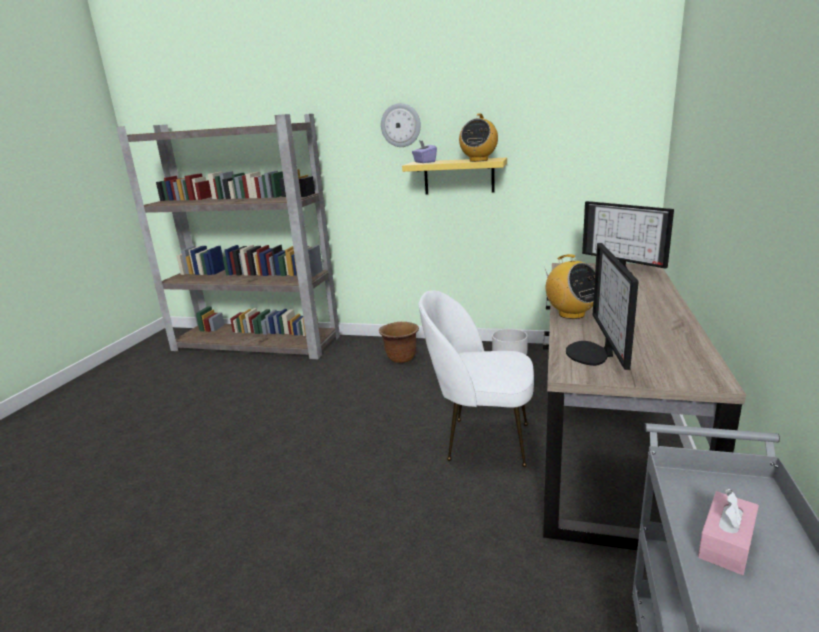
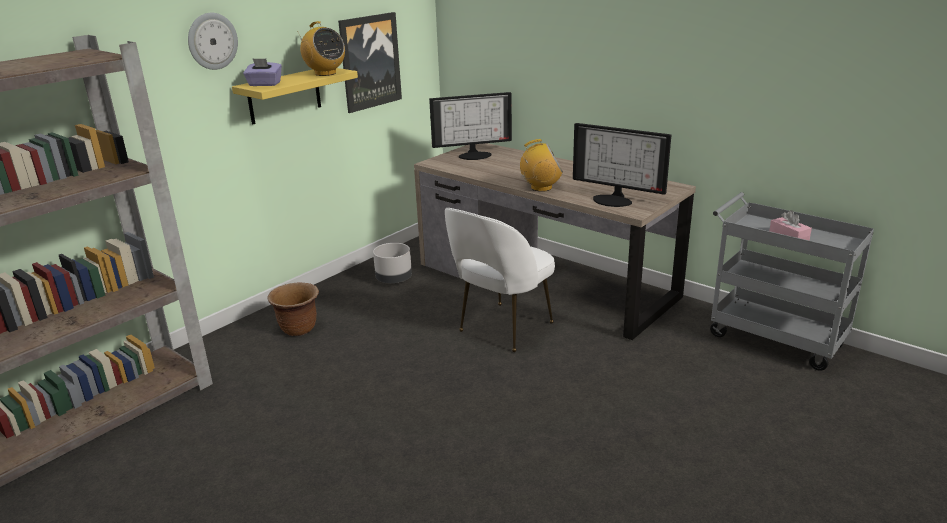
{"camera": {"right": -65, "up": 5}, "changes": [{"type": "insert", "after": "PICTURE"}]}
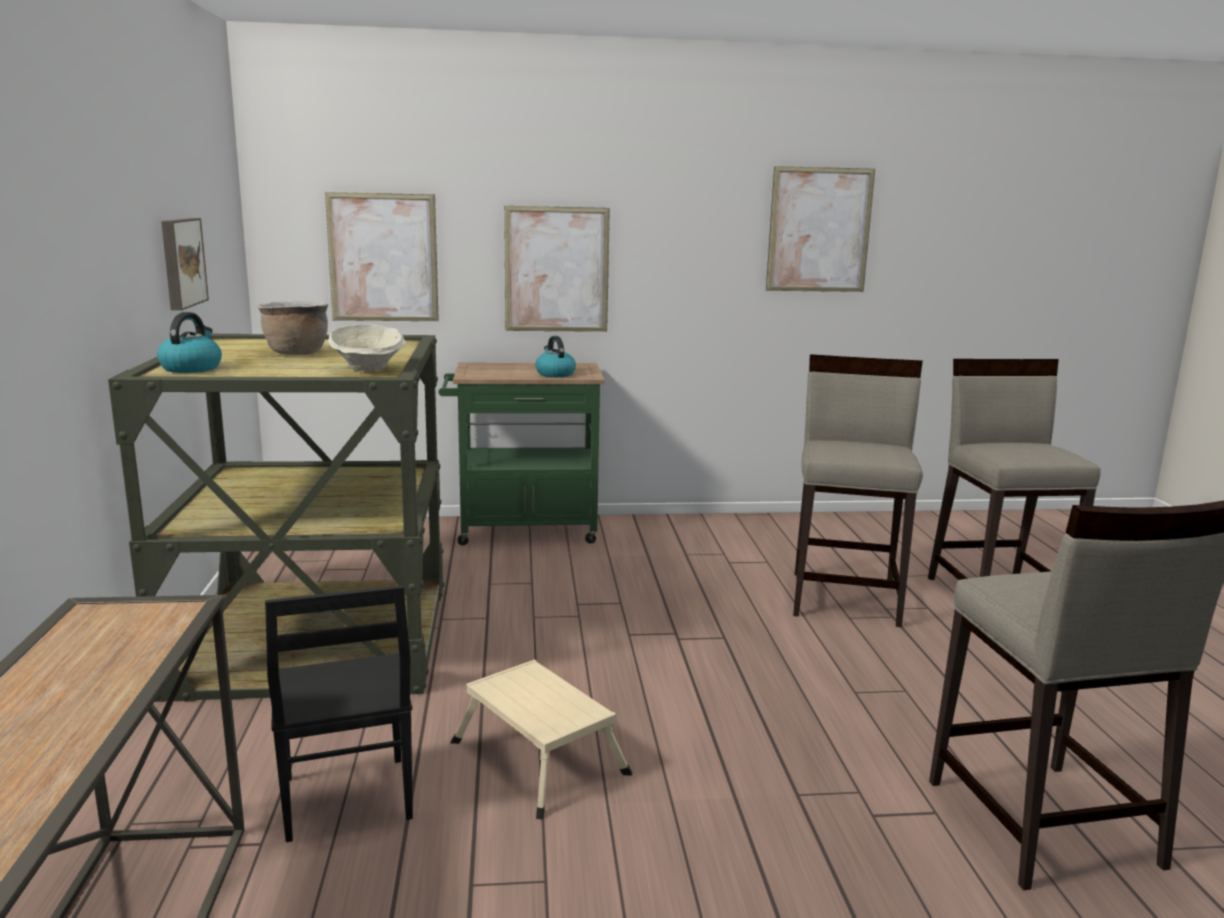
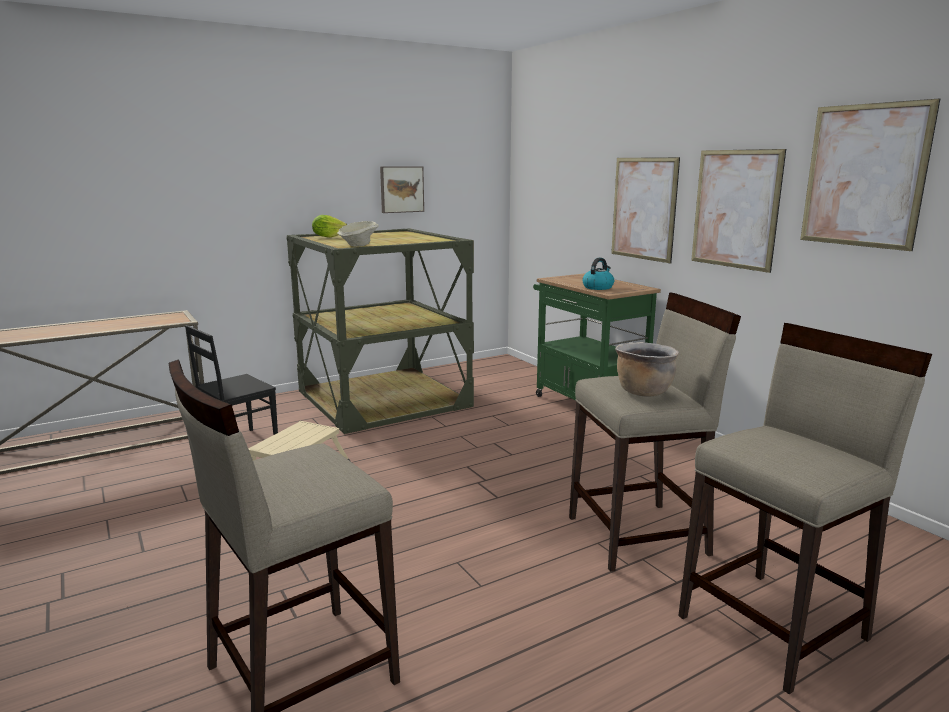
{"camera": {"right": 65, "up": 0}, "changes": [{"type": "move", "before": "PICTURE (2nd from left in the first image)", "after": "PICTURE (3rd from left)"}, {"type": "move", "before": "BROWN COOKING POT"}, {"type": "replace", "before": "KETTLE (1st from left)", "after": "LETTUCE"}]}
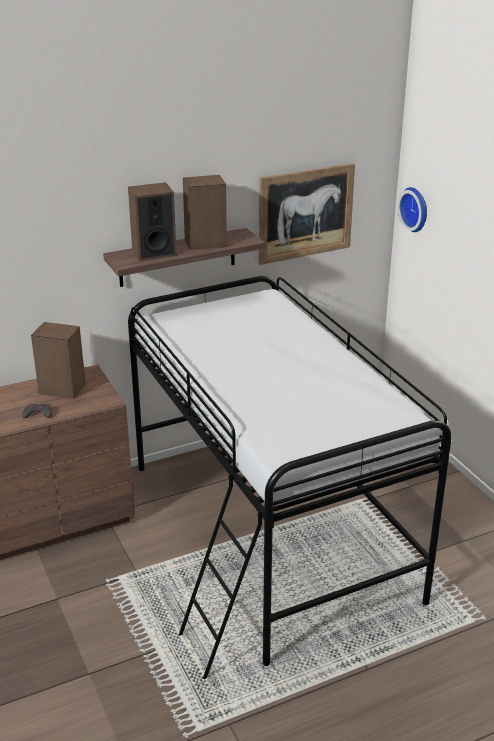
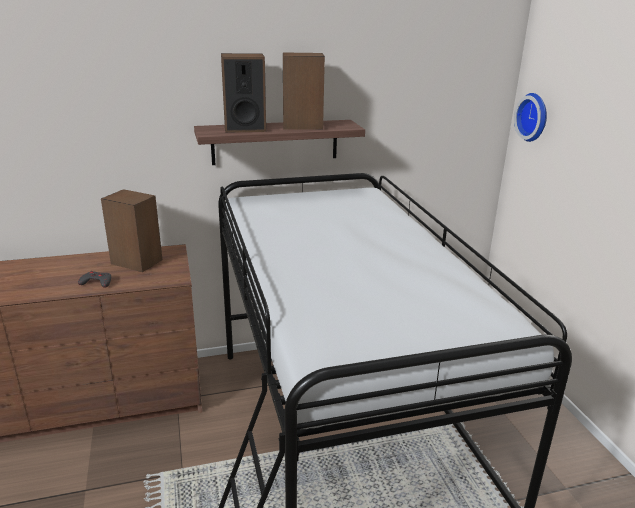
{"camera": {"right": 10, "up": -5}, "changes": [{"type": "delete", "before": "PICTURE"}]}
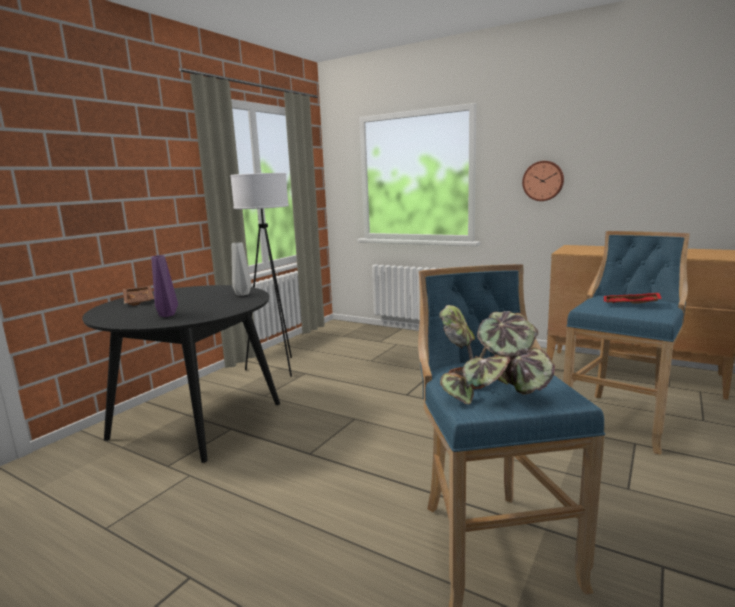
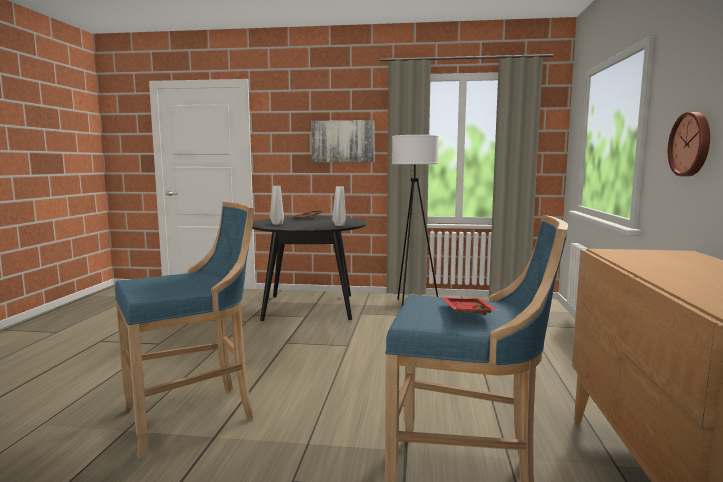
{"camera": {"right": 65, "up": -5}, "changes": [{"type": "recolor", "before": "PURPLE VASE", "after": "GREY VASE (1st from left)"}, {"type": "delete", "before": "POTTED PLANT"}, {"type": "insert", "after": "PICTURE"}]}
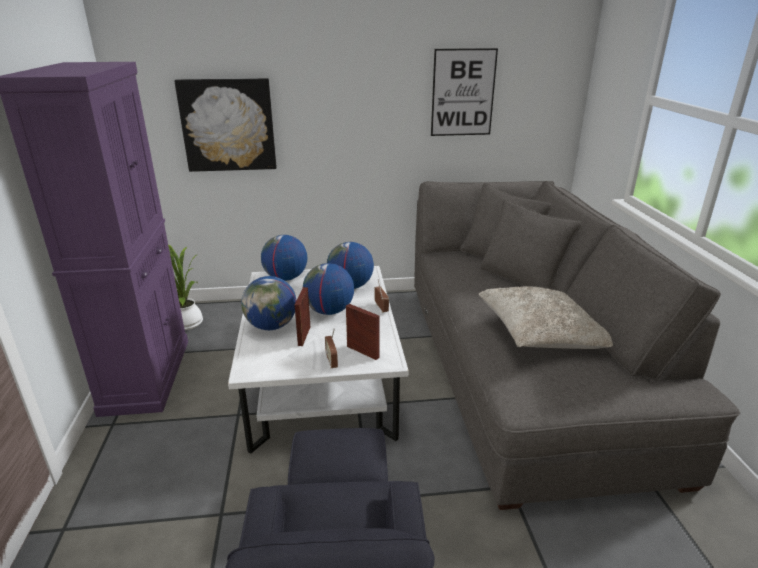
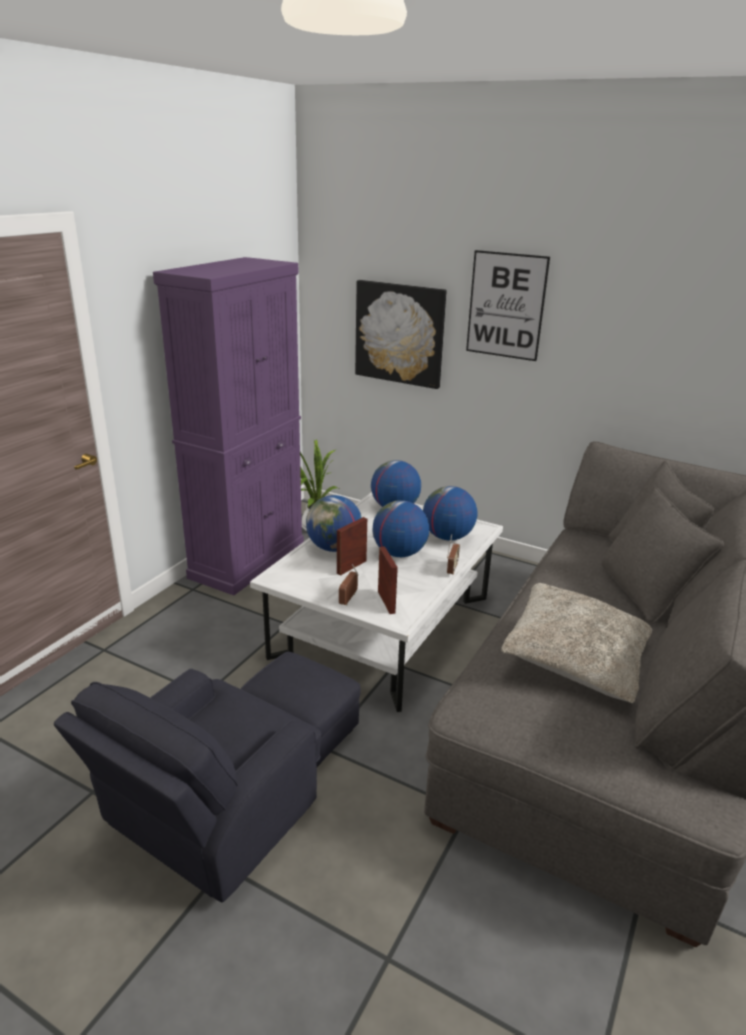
{"camera": {"right": 35, "up": 0}, "changes": [{"type": "move", "before": "PICTURE (2nd from left)"}]}
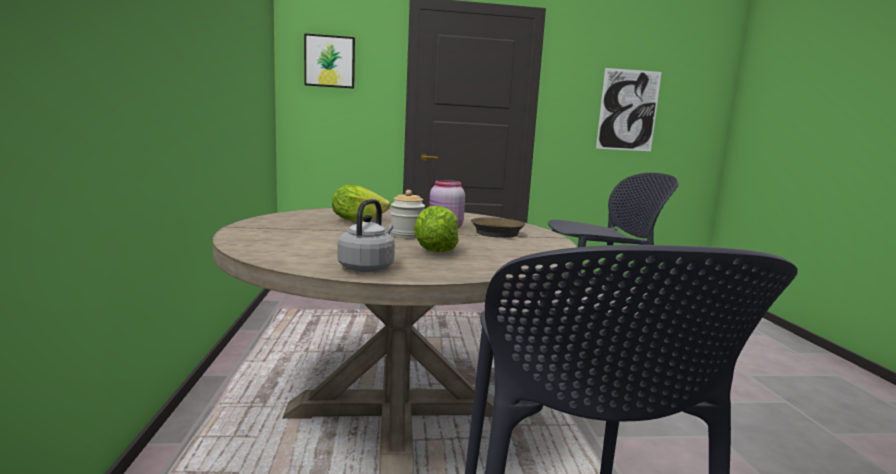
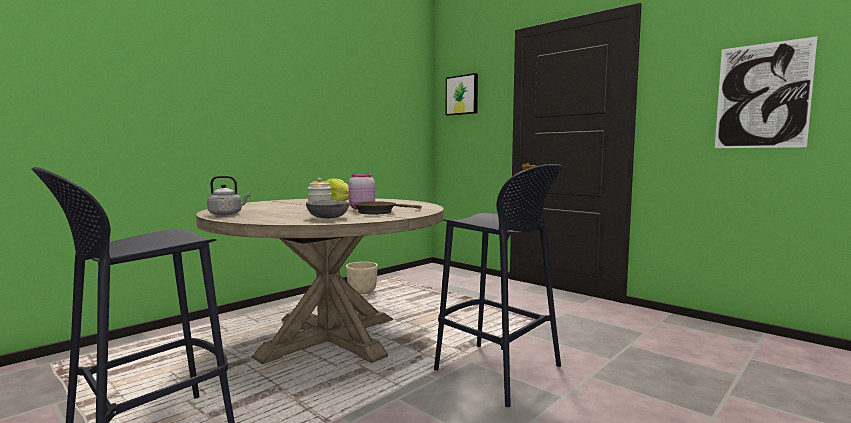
{"camera": {"right": 50, "up": -5}, "changes": [{"type": "delete", "before": "LETTUCE (2nd from left)"}, {"type": "insert", "after": "GREY BOWL"}, {"type": "insert", "after": "BEIGE PLANTER"}]}
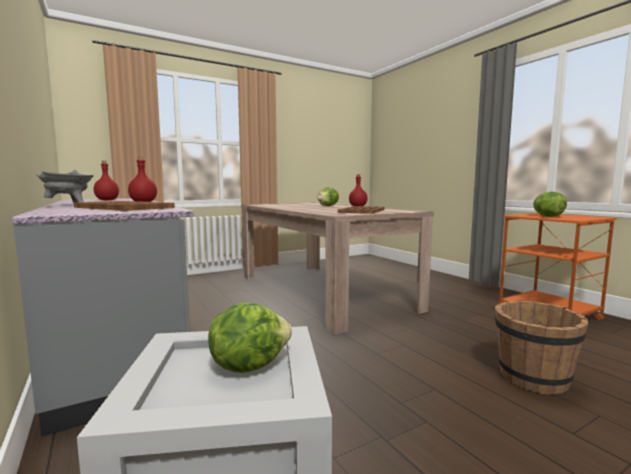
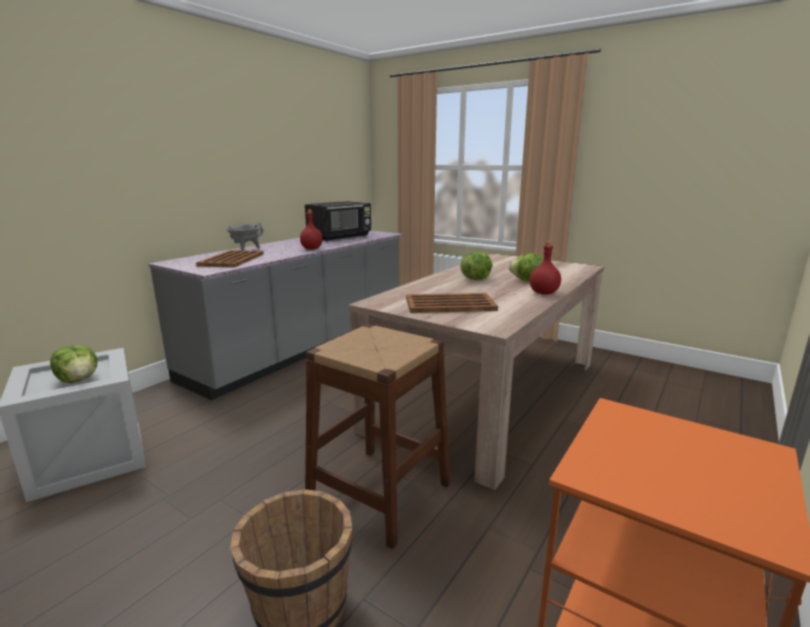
{"camera": {"right": 65, "up": 10}, "changes": [{"type": "replace", "before": "RED BOTTLE (1st from left)", "after": "BLACK MICROWAVE"}, {"type": "move", "before": "LETTUCE (3rd from left in the first image)", "after": "LETTUCE (2nd from left)"}, {"type": "insert", "after": "BROWN STOOL"}]}
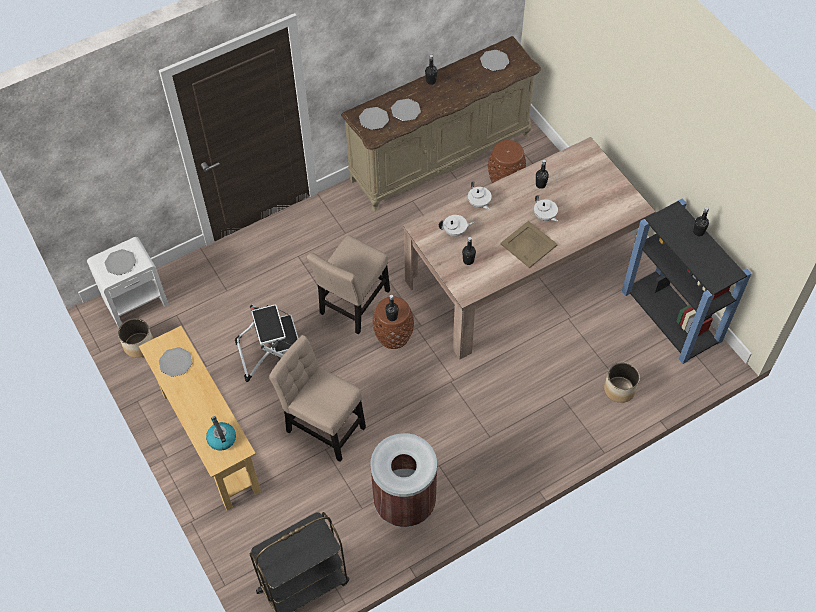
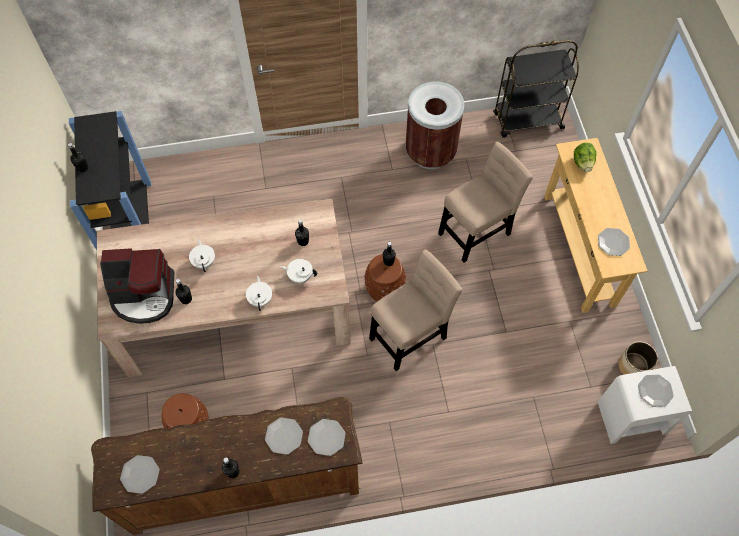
{"camera": {"right": -160, "up": 5}, "changes": [{"type": "delete", "before": "BEIGE TRAY"}, {"type": "delete", "before": "STEP LADDER"}, {"type": "rotate", "before": "BEIGE CHAIR (1st from left in the first image)", "turn": -90}, {"type": "delete", "before": "PLANTER (2nd from left)"}, {"type": "replace", "before": "KETTLE", "after": "LETTUCE"}, {"type": "insert", "after": "COFFEE MACHINE"}]}
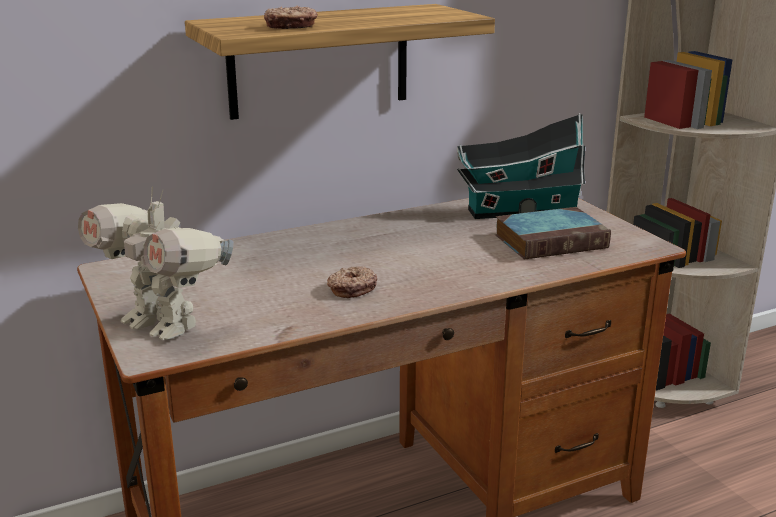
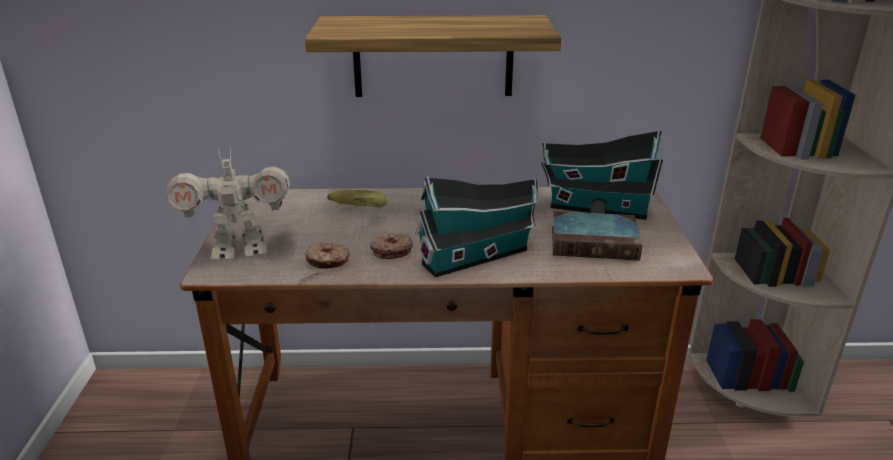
{"camera": {"right": 25, "up": 5}, "changes": [{"type": "move", "before": "DONUT (1st from left)"}, {"type": "rotate", "before": "TOY ROBOT", "turn": -75}, {"type": "insert", "after": "TOY HOUSE (1st from left)"}, {"type": "insert", "after": "BANANA"}]}
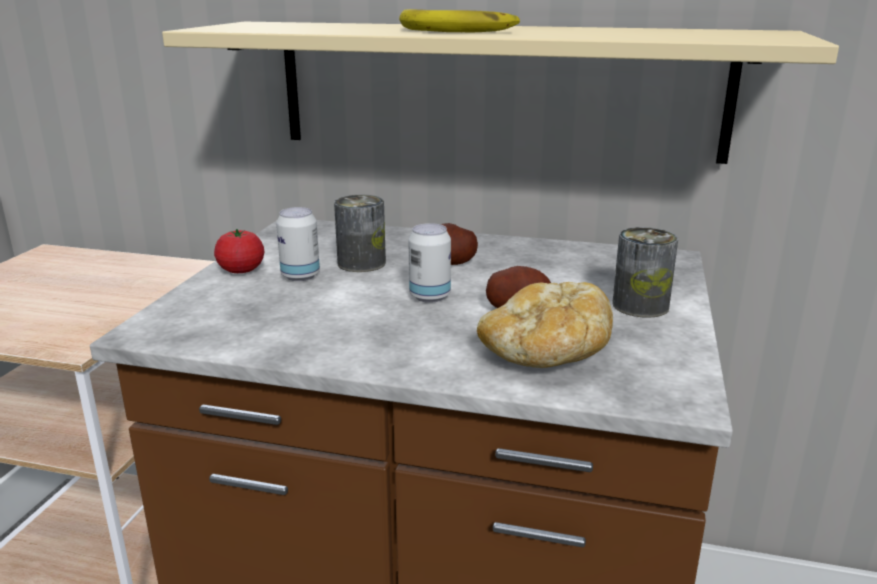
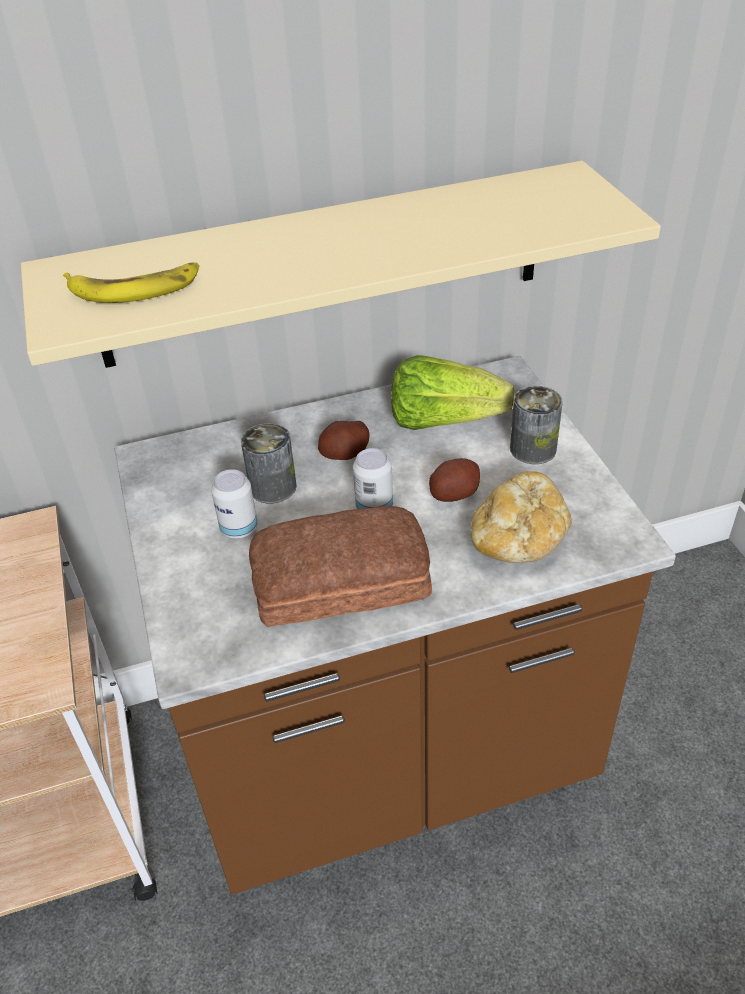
{"camera": {"right": -30, "up": 20}, "changes": [{"type": "move", "before": "BANANA"}, {"type": "delete", "before": "TOMATO"}, {"type": "insert", "after": "LETTUCE"}, {"type": "insert", "after": "BREAD (1st from left)"}]}
